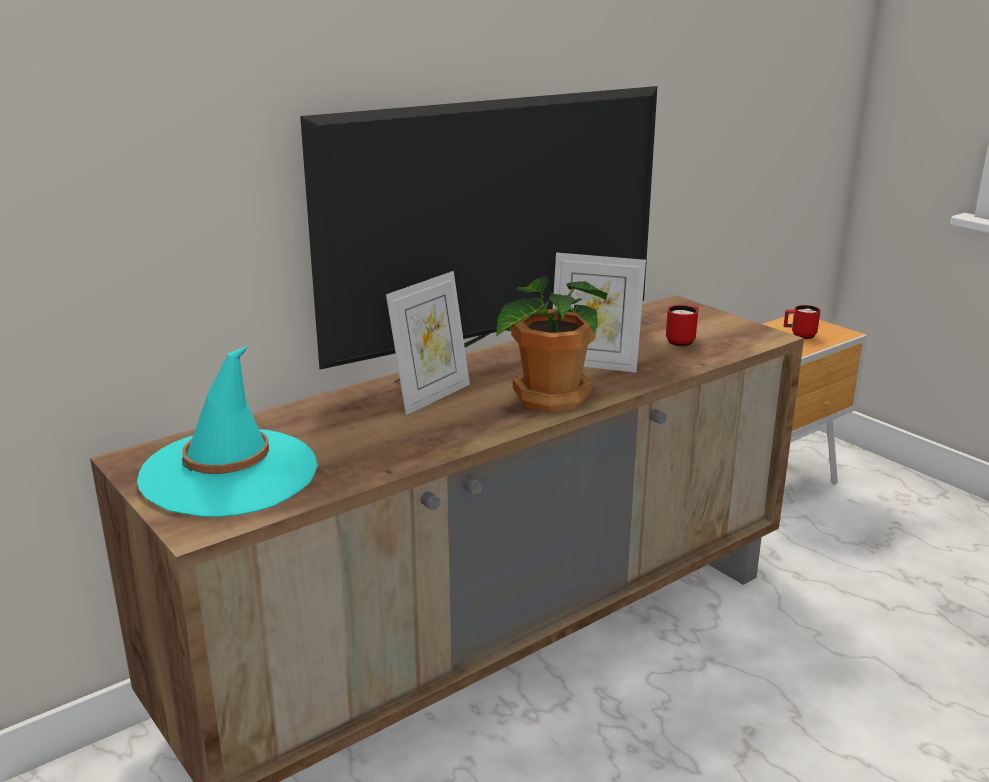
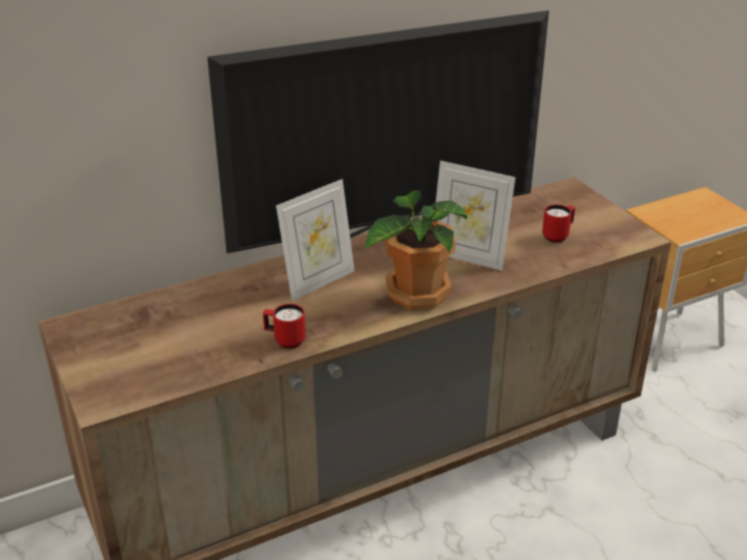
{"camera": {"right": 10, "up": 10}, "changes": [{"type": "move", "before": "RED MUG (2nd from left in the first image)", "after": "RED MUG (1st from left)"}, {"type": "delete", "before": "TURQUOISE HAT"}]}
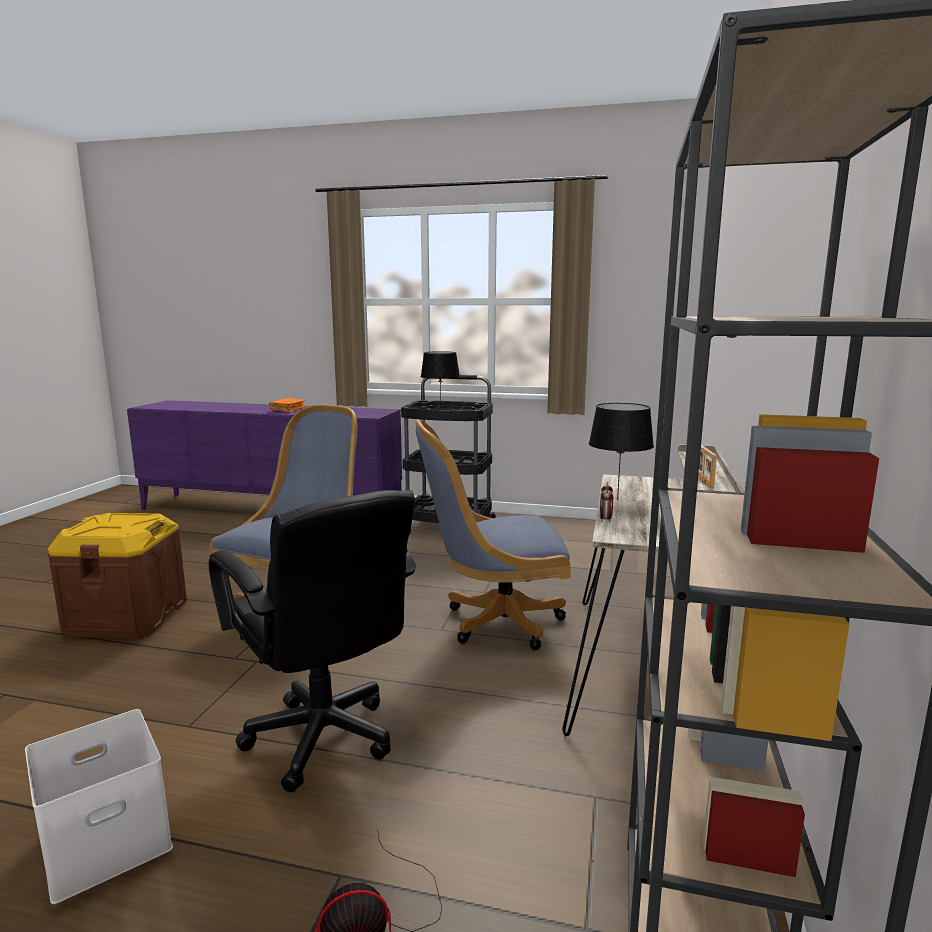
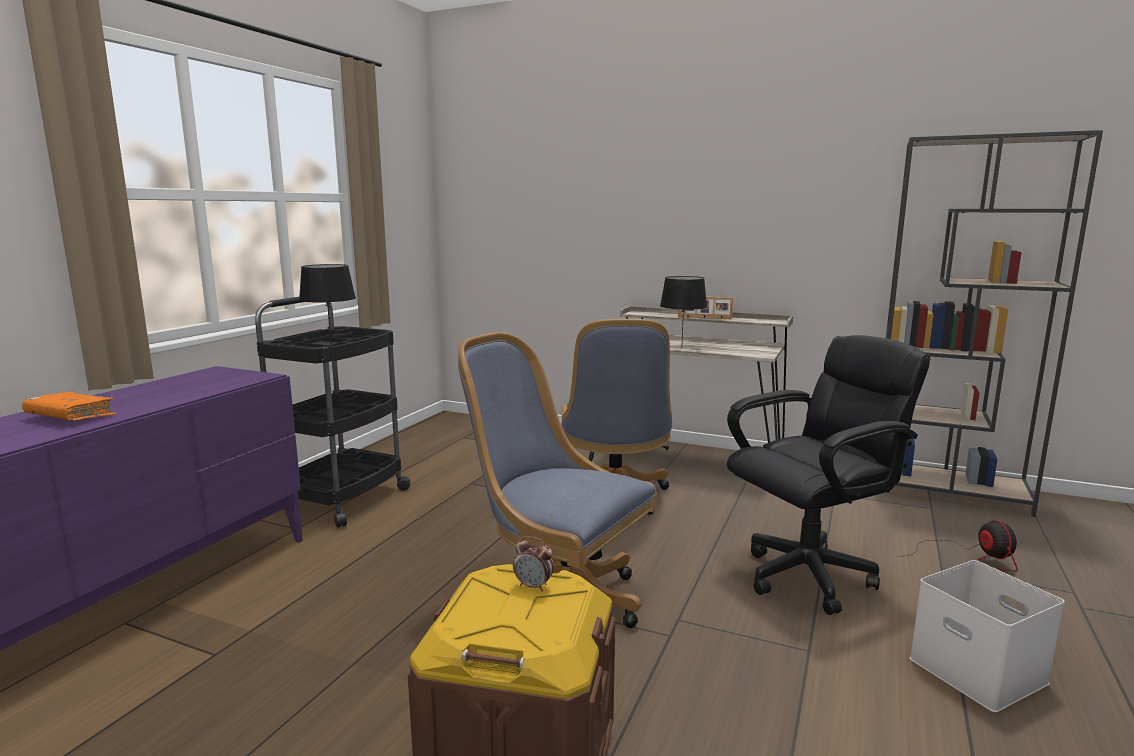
{"camera": {"right": -80, "up": 0}, "changes": [{"type": "move", "before": "ALARM CLOCK"}]}
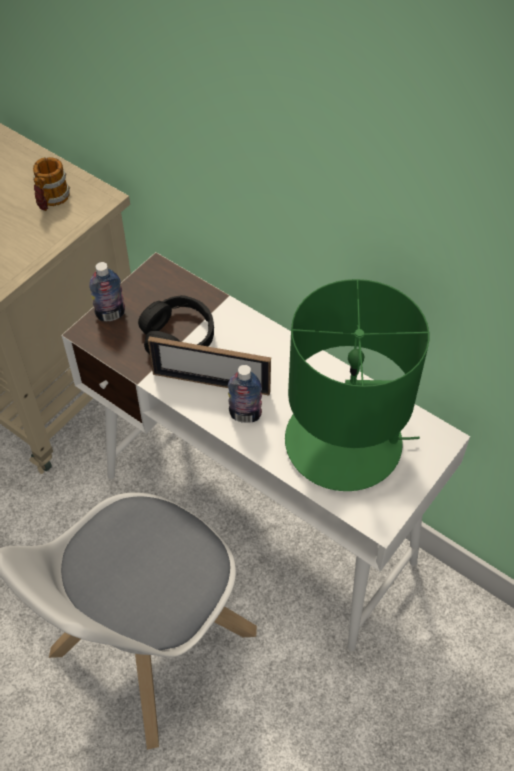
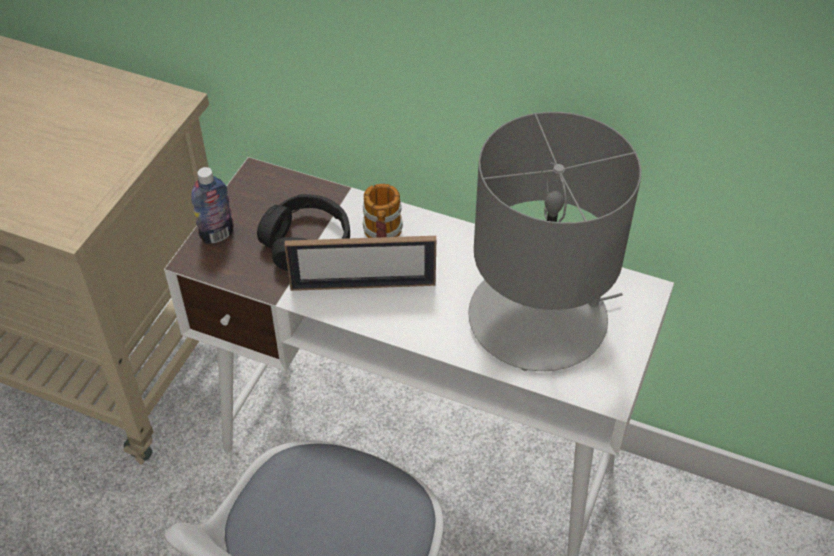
{"camera": {"right": -15, "up": -5}, "changes": [{"type": "move", "before": "MUG"}, {"type": "recolor", "before": "GREEN TABLE LAMP", "after": "GREY TABLE LAMP"}, {"type": "delete", "before": "BOTTLE (2nd from left)"}]}
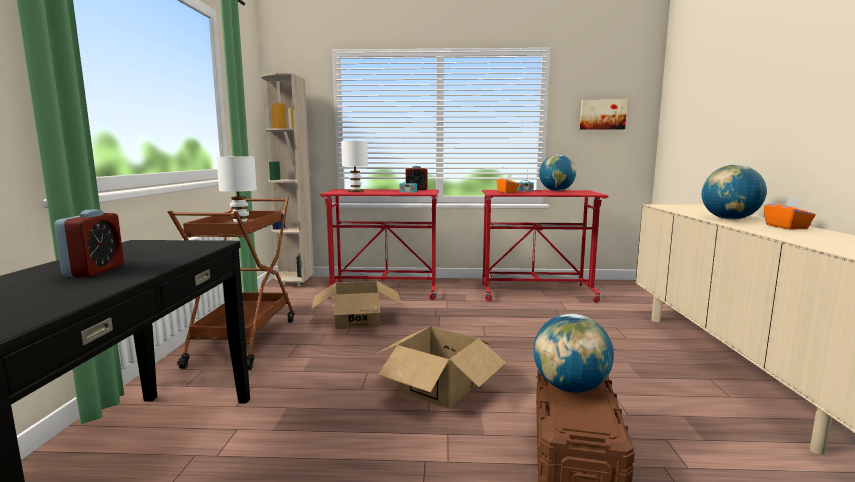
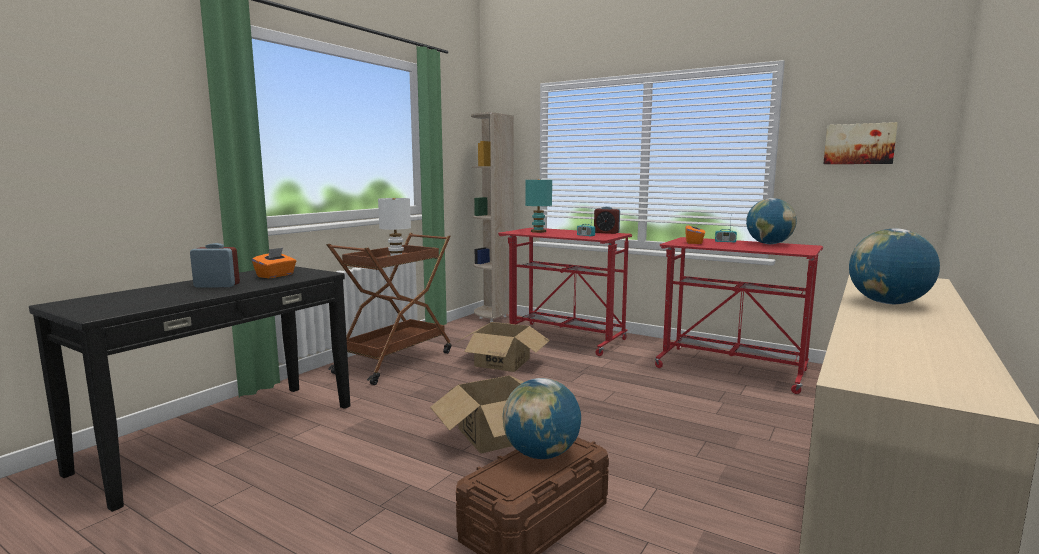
{"camera": {"right": 30, "up": 0}, "changes": [{"type": "recolor", "before": "WHITE TABLE LAMP (2nd from left)", "after": "TURQUOISE TABLE LAMP"}, {"type": "move", "before": "ORANGE TISSUE BOX (2nd from left in the first image)", "after": "ORANGE TISSUE BOX (1st from left)"}, {"type": "rotate", "before": "ALARM CLOCK (1st from left)", "turn": -120}]}
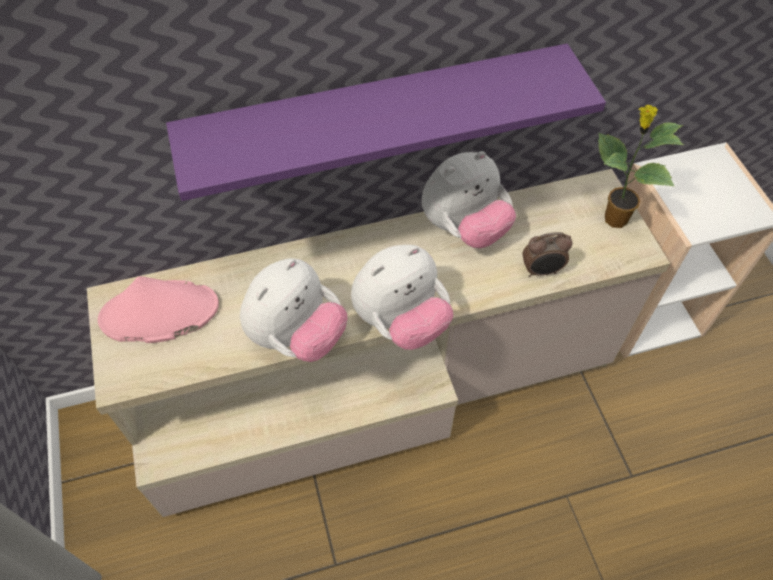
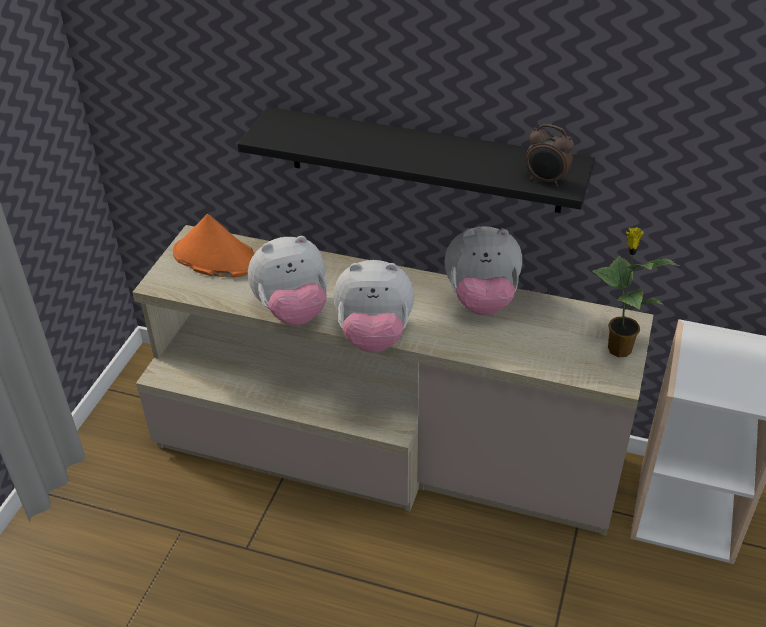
{"camera": {"right": 35, "up": -15}, "changes": [{"type": "recolor", "before": "PURPLE SHELF", "after": "BLACK SHELF"}, {"type": "move", "before": "ALARM CLOCK"}, {"type": "recolor", "before": "PINK HAT", "after": "ORANGE HAT"}]}
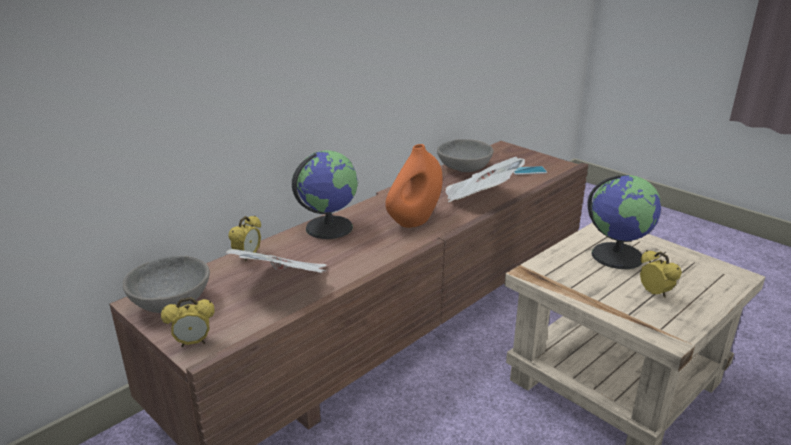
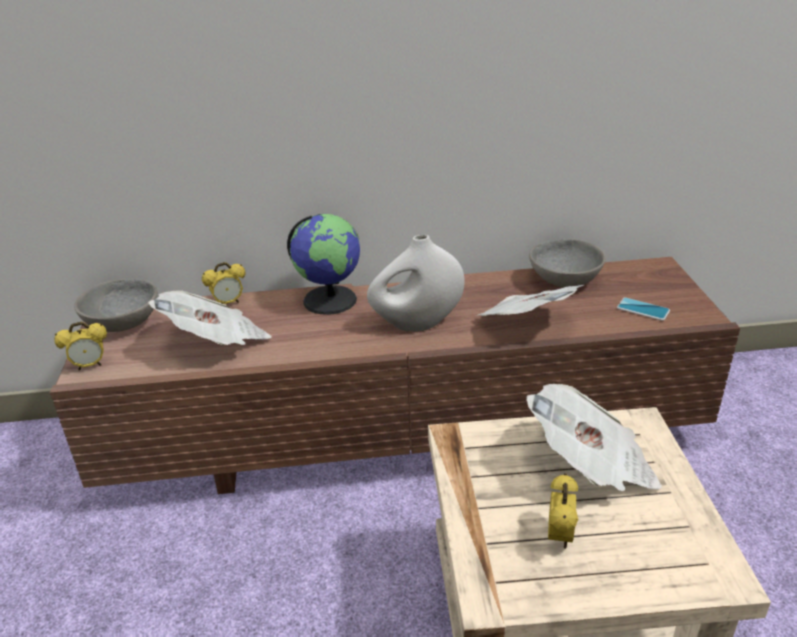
{"camera": {"right": 40, "up": 5}, "changes": [{"type": "recolor", "before": "ORANGE VASE", "after": "WHITE VASE"}, {"type": "replace", "before": "GLOBE (2nd from left)", "after": "NEWSPAPER (3rd from left)"}, {"type": "rotate", "before": "ALARM CLOCK (1st from left)", "turn": -45}]}
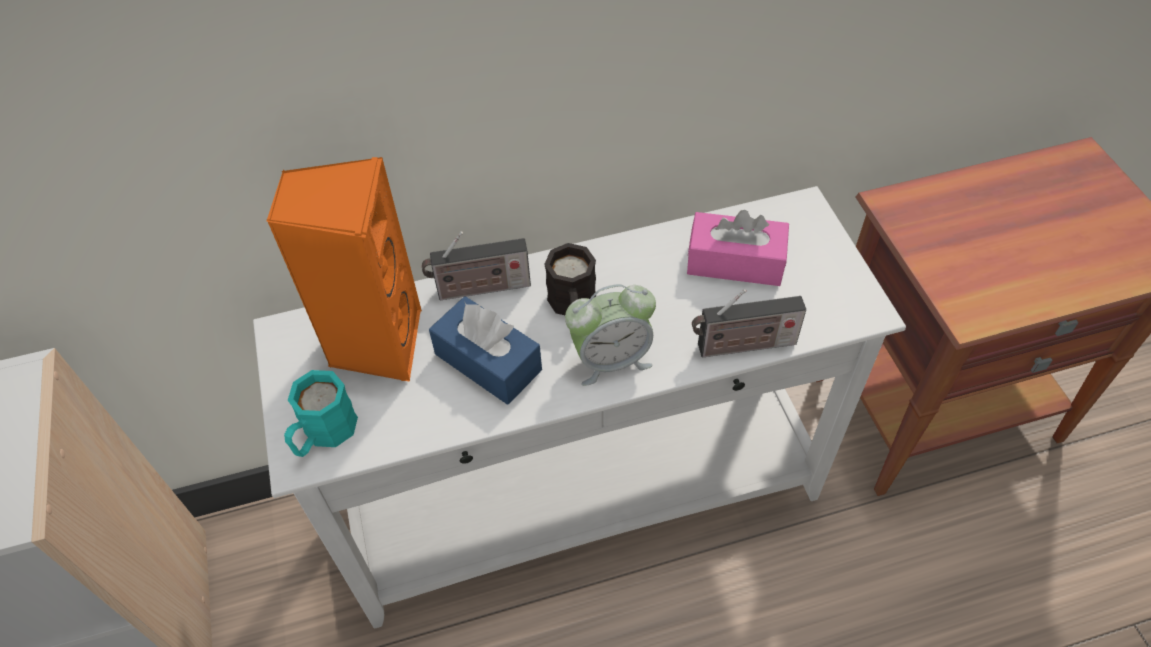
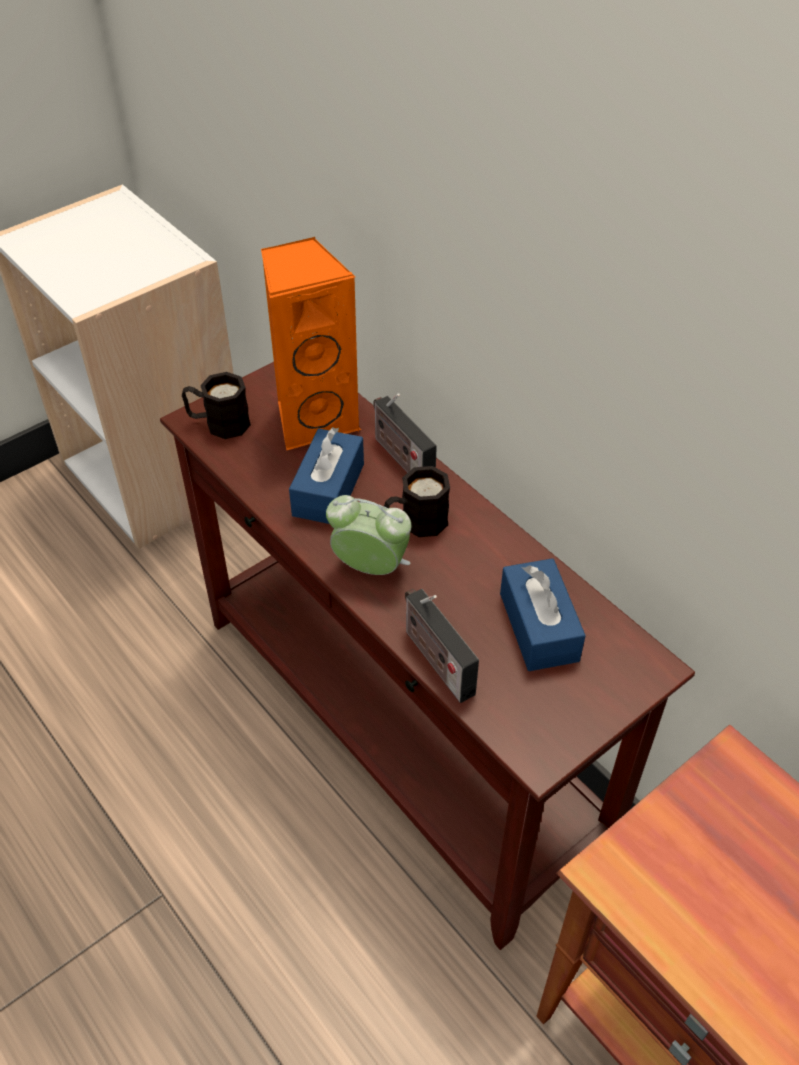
{"camera": {"right": 65, "up": -5}, "changes": [{"type": "recolor", "before": "WHITE CONSOLE TABLE", "after": "BROWN CONSOLE TABLE"}, {"type": "recolor", "before": "PINK TISSUE BOX", "after": "BLUE TISSUE BOX (2nd from left)"}, {"type": "rotate", "before": "ALARM CLOCK", "turn": 150}, {"type": "recolor", "before": "TURQUOISE MUG", "after": "BLACK MUG (1st from left)"}]}
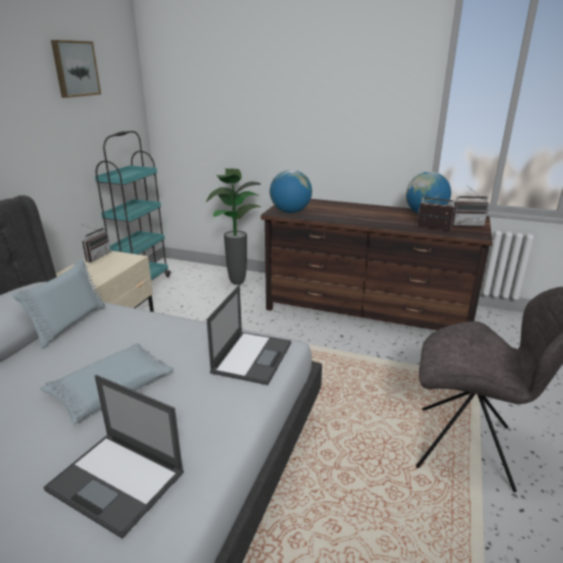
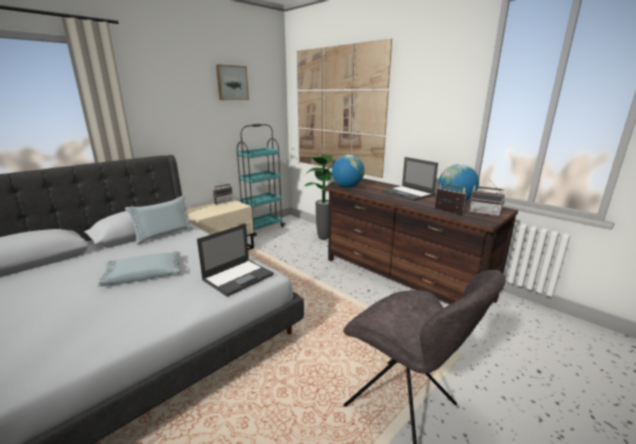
{"camera": {"right": 25, "up": -5}, "changes": [{"type": "move", "before": "LAPTOP (1st from left in the first image)", "after": "LAPTOP (2nd from left)"}, {"type": "insert", "after": "PICTURE (2nd from left)"}]}
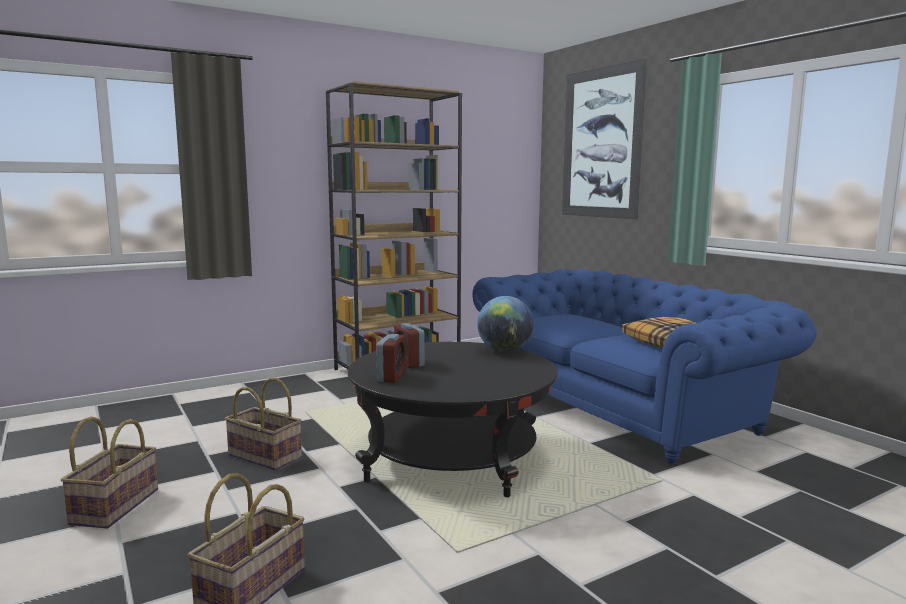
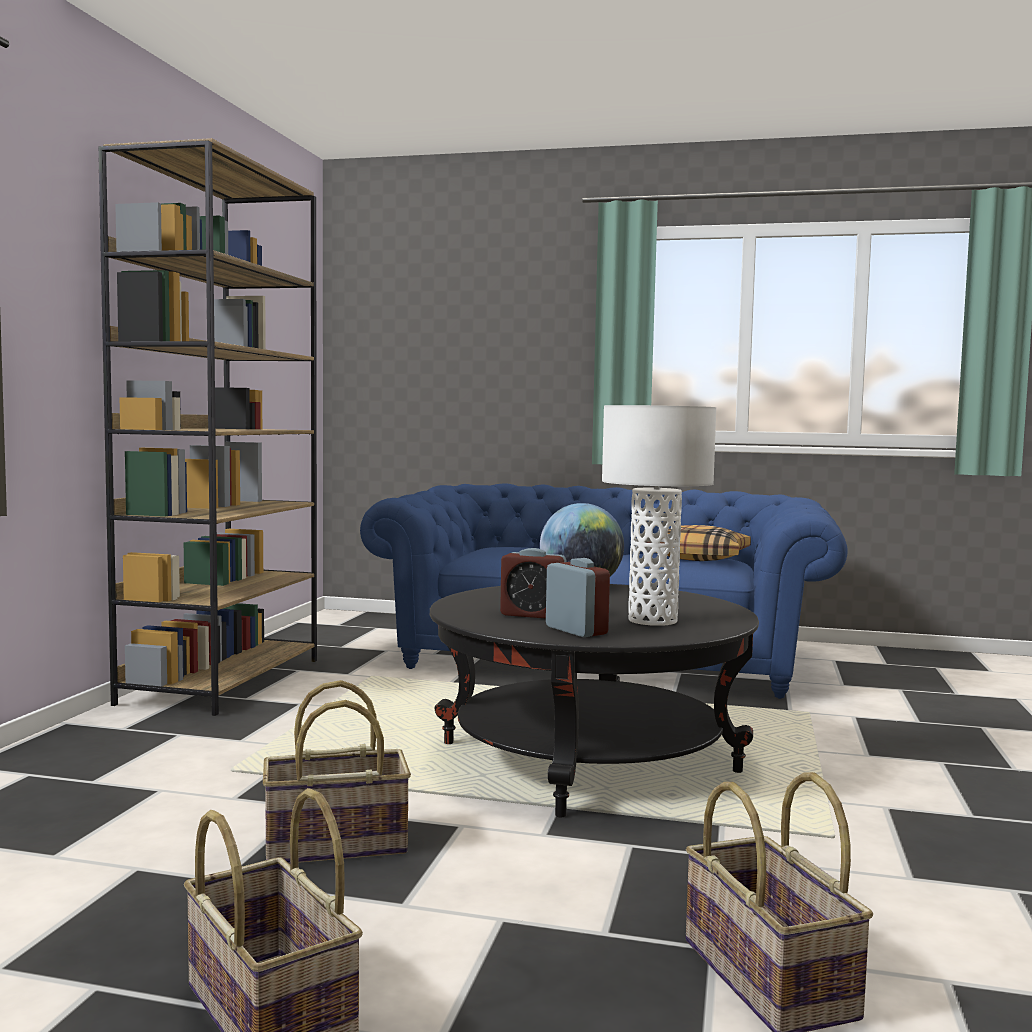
{"camera": {"right": -45, "up": -5}, "changes": [{"type": "delete", "before": "PICTURE"}, {"type": "insert", "after": "WHITE TABLE LAMP"}]}
